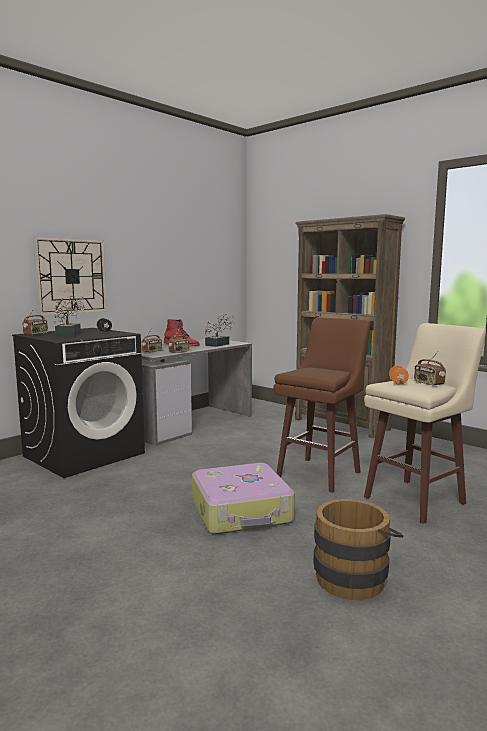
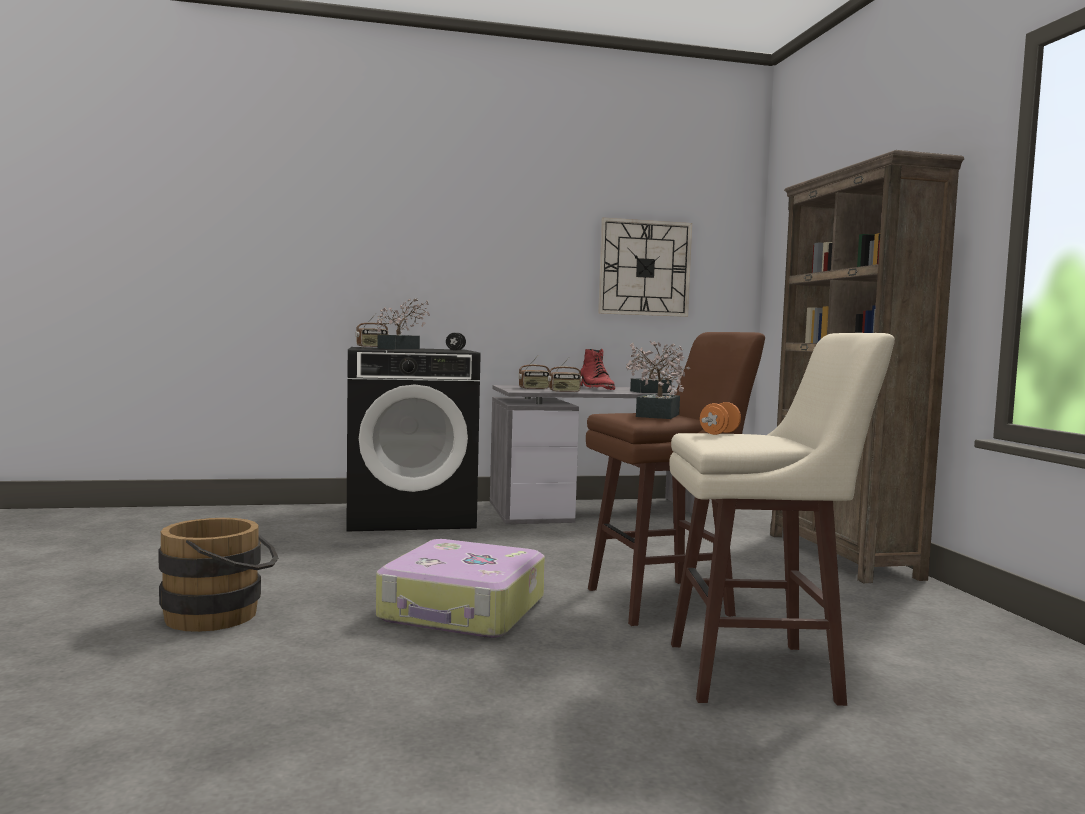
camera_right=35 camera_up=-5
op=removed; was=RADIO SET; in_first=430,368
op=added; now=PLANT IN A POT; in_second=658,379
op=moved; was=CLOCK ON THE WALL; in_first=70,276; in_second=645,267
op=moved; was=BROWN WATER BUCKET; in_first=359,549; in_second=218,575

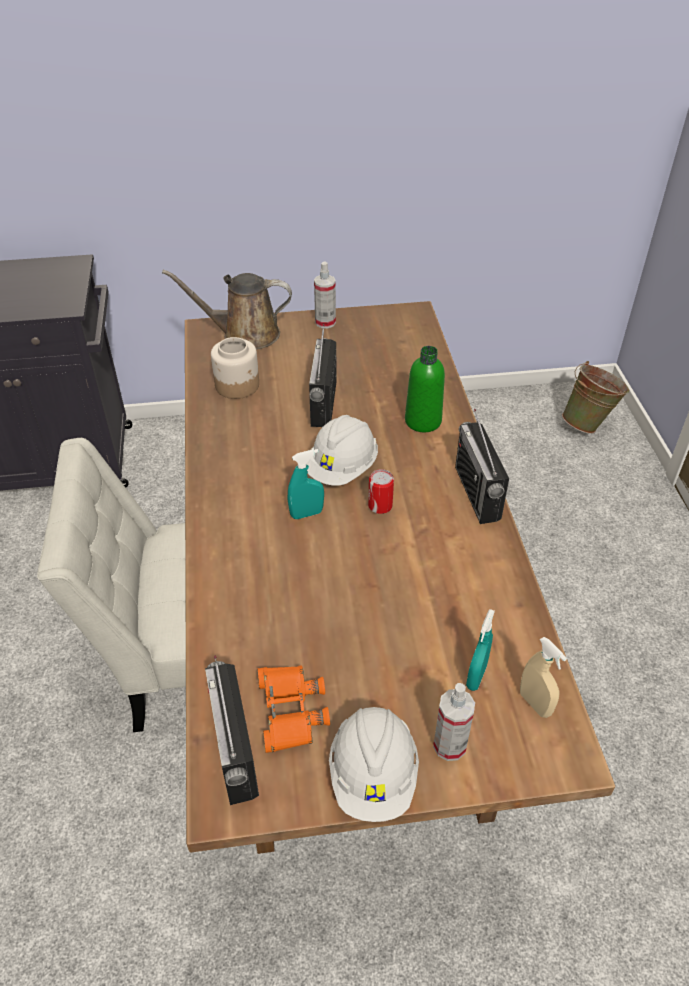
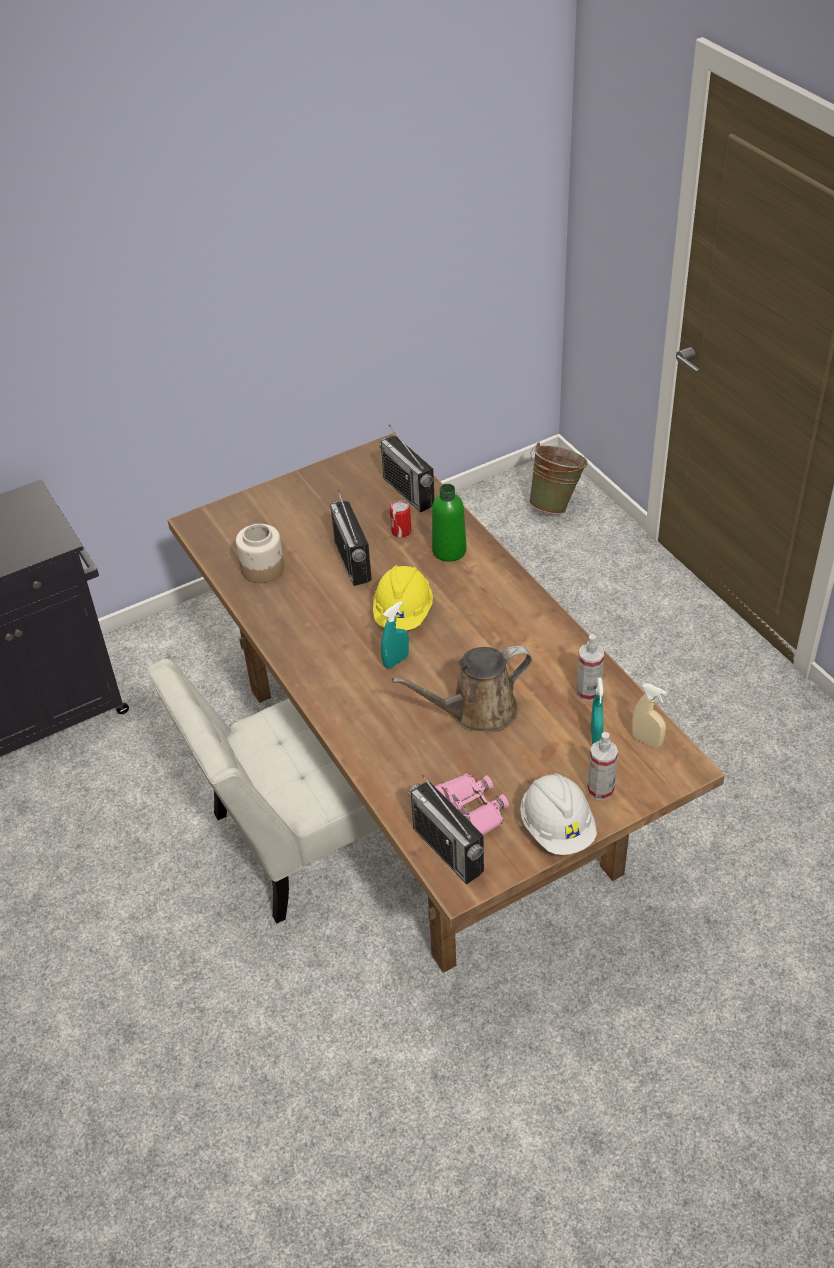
camera_right=-20 camera_up=0
op=moved; was=BROWN WATERING CAN; in_first=227,310; in_second=462,689
op=moved; was=HAND SPRAYER; in_first=325,295; in_second=590,668
op=moved; was=CAN; in_first=381,491; in_second=400,519
op=moved; was=RADIO SET; in_first=482,466; in_second=407,468
op=recoloured; was=ORANGE PAIR OF BINOCULARS; now=PINKISH PAIR OF BINOCULARS; in_first=293,709; in_second=472,804
op=recoloured; was=WHITE HARD HAT; now=YELLOWISH HARD HAT; in_first=342,450; in_second=403,597

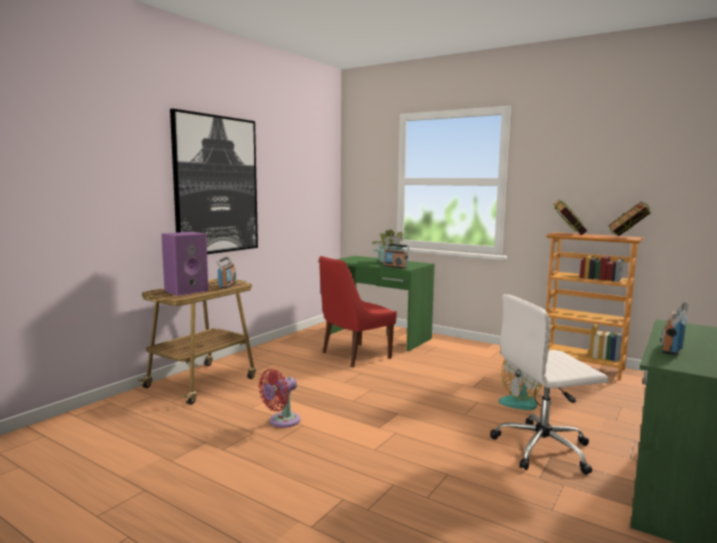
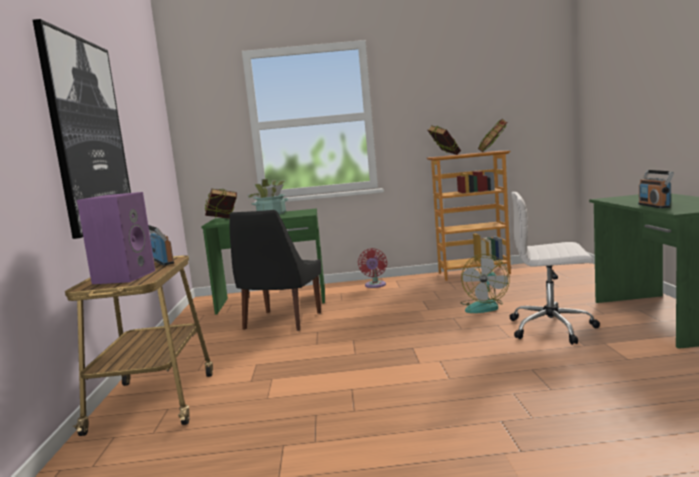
camera_right=-35 camera_up=0
op=removed; was=RADIO SET; in_first=397,256
op=added; now=VOLUME; in_second=221,204
op=moved; was=REDDISH FAN; in_first=279,398; in_second=372,268
op=recoloured; was=REDDISH UPRIGHT CHAIR; now=BLACKISH UPRIGHT CHAIR; in_first=358,312; in_second=275,270
op=turned; was=WHITE OFFICE CHAIR; in_first=549,384; in_second=555,268; clockwise=60

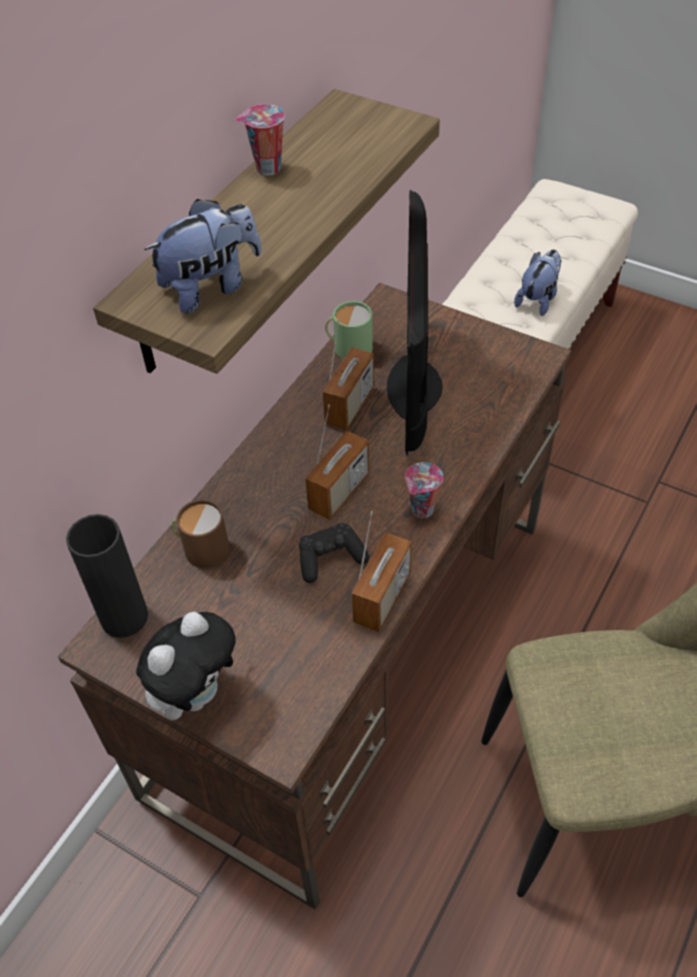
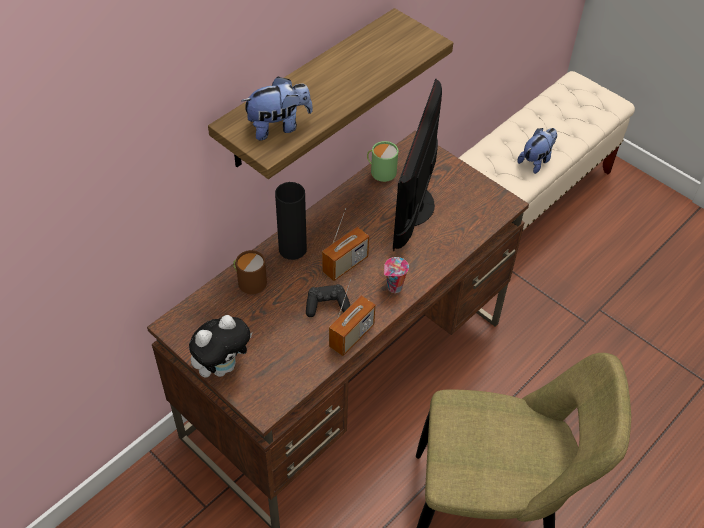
camera_right=10 camera_up=0
op=removed; was=SMALL CUP; in_first=260,139
op=removed; was=RADIO SET; in_first=348,374
op=moved; was=BLACKISH DECORATIVE VASE; in_first=107,576; in_second=291,221

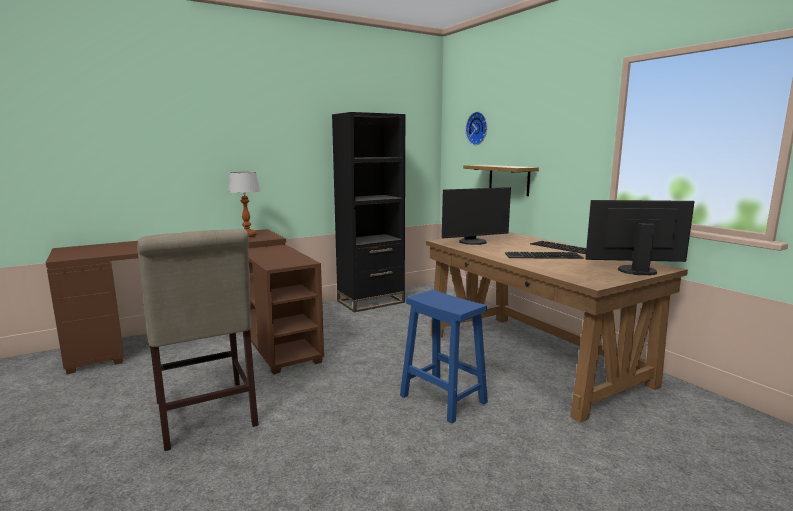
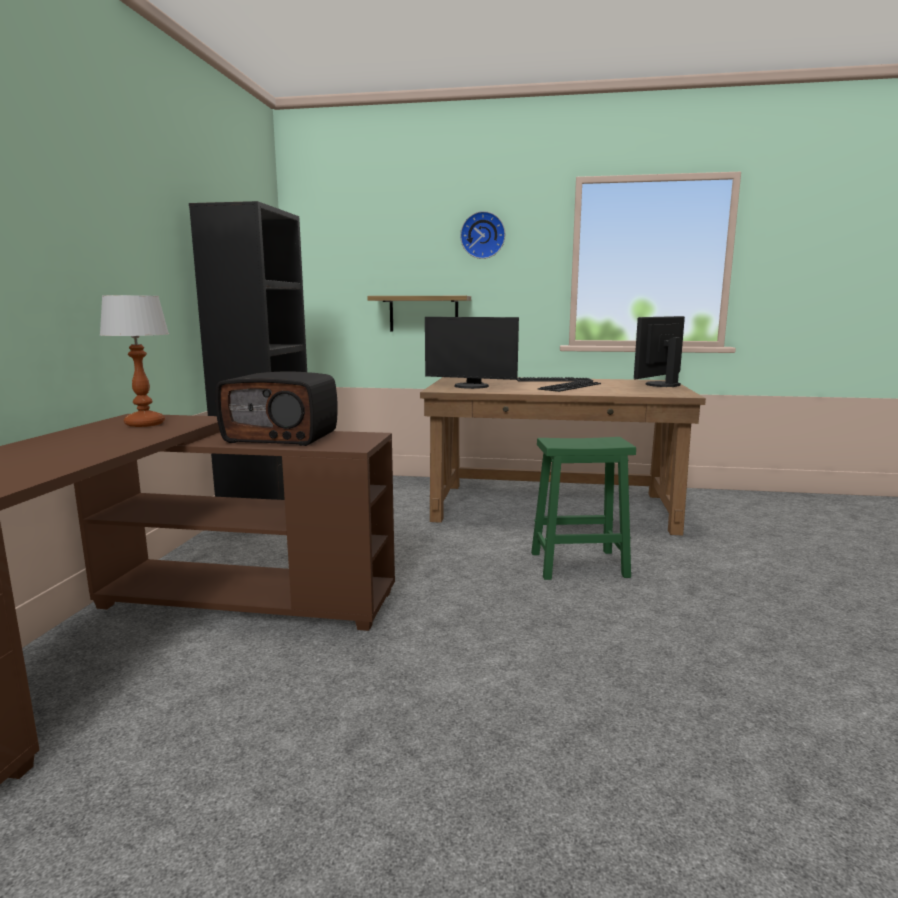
camera_right=-50 camera_up=0
op=removed; was=SAND-COLOURED UPRIGHT CHAIR; in_first=197,340
op=added; now=RADIO SET; in_second=276,408
op=moved; was=CLOCK ON THE WALL; in_first=476,128; in_second=482,235
op=recoloured; was=BLUE SITTING STOOL; now=GREEN-COLOURED SITTING STOOL; in_first=444,357; in_second=583,508
op=turned; was=COMPUTER DISPLAY; in_first=476,216; in_second=472,353; clockwise=90

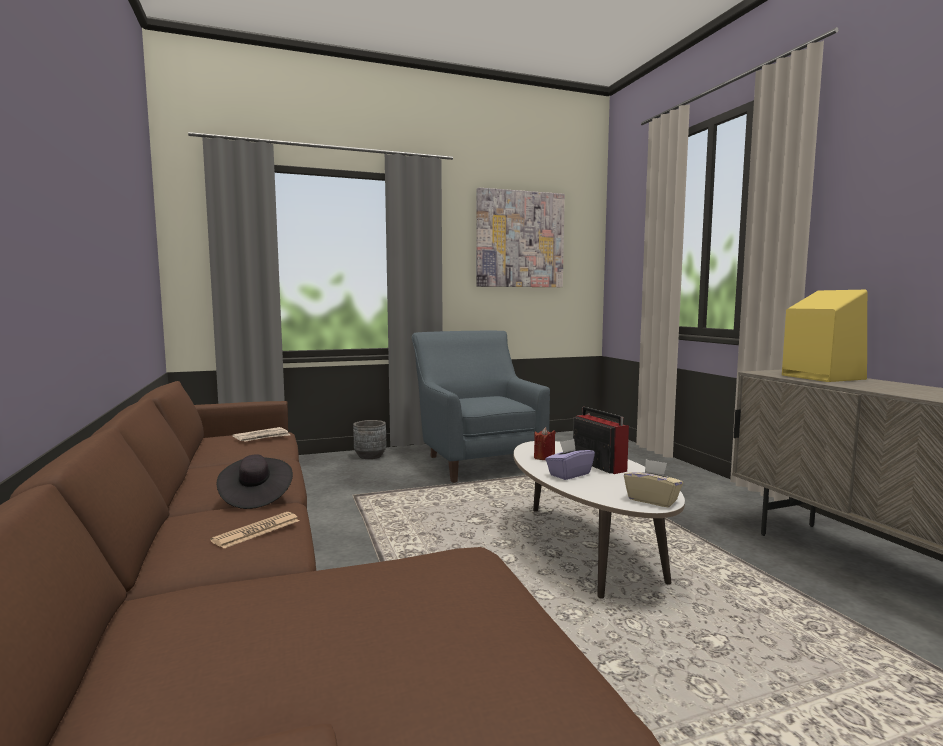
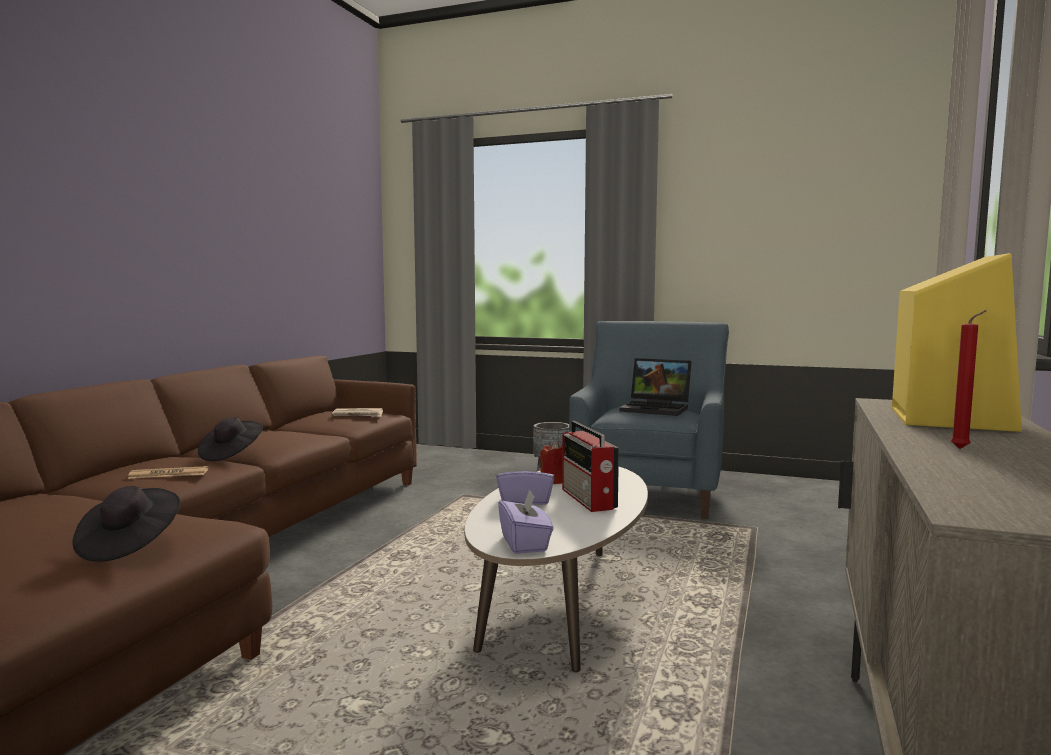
camera_right=40 camera_up=0
op=removed; was=WALL PICTURE; in_first=520,237
op=added; now=BLACKISH HAT; in_second=126,524
op=added; now=LAPTOP; in_second=655,387
op=added; now=REDDISH WAX LIGHT; in_second=968,379
op=recoloured; was=SAND-COLOURED BOX OF TISSUES; now=PURPLISH BOX OF TISSUES; in_first=653,483; in_second=526,521
op=turned; was=RADIO SET; in_first=601,440; in_second=590,466; clockwise=150

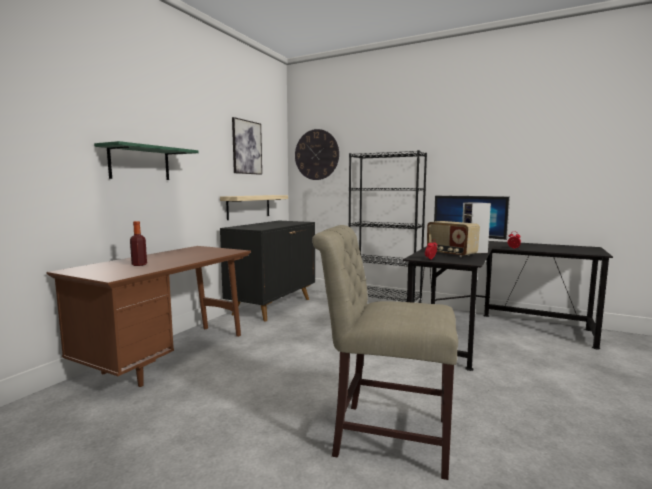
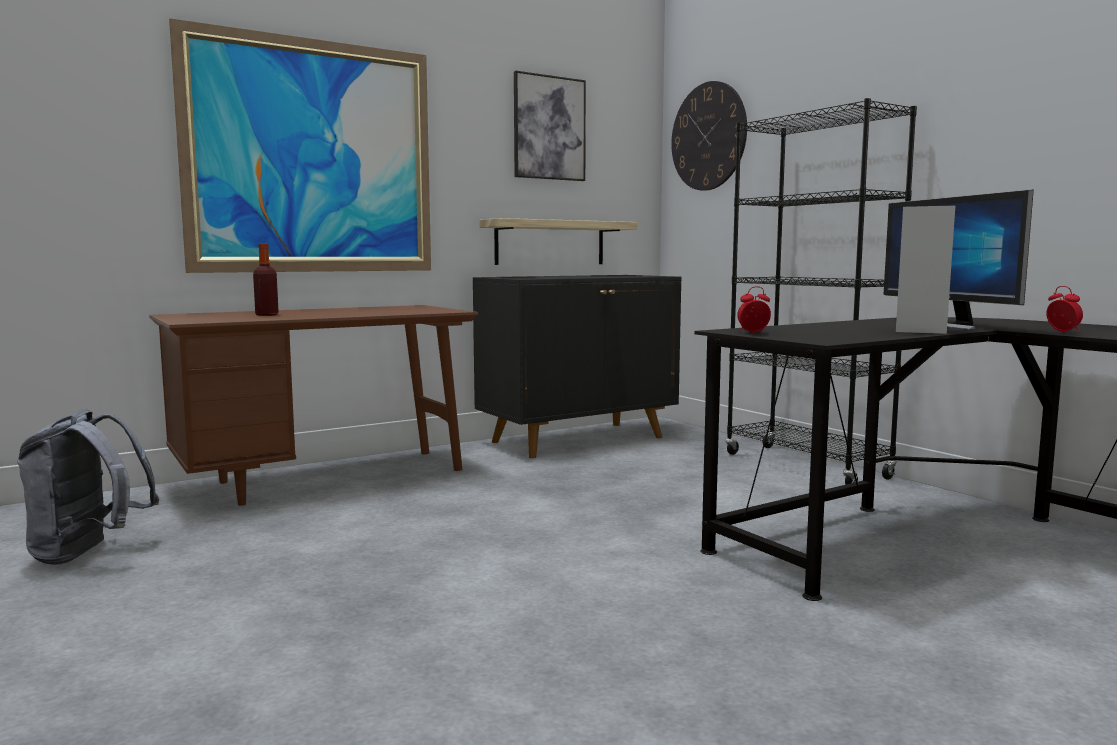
camera_right=30 camera_up=0
op=removed; was=SAND-COLOURED UPRIGHT CHAIR; in_first=385,352
op=removed; was=RADIO SET; in_first=453,239
op=added; now=GREY KNAPSACK; in_second=88,487
op=replaced; was=GREEN-COLOURED WALL SHELF; now=WALL PICTURE; in_first=146,160; in_second=300,145

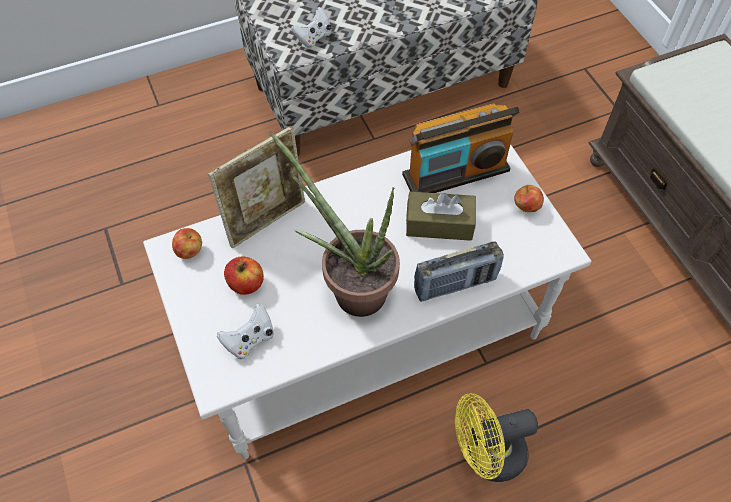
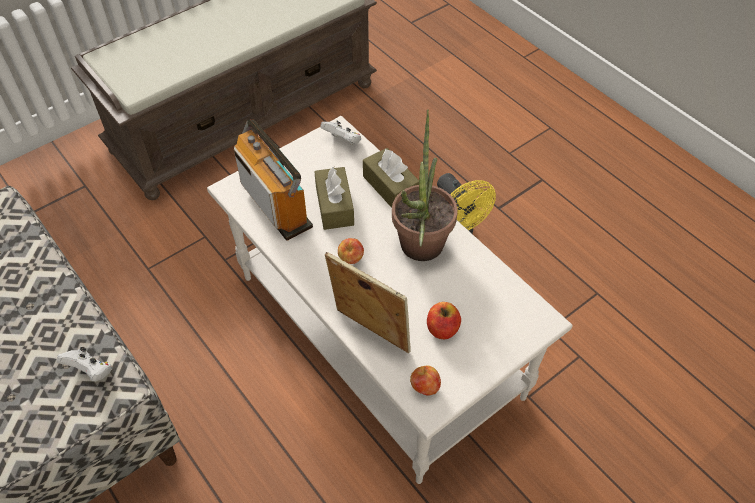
camera_right=-105 camera_up=-5
op=moved; was=WHITE JOYPAD; in_first=245,331; in_second=340,133
op=moved; was=APPLE FRUIT; in_first=529,198; in_second=351,251
op=replaced; was=RADIO SET; now=BROWN BOX OF TISSUES; in_first=459,271; in_second=391,178

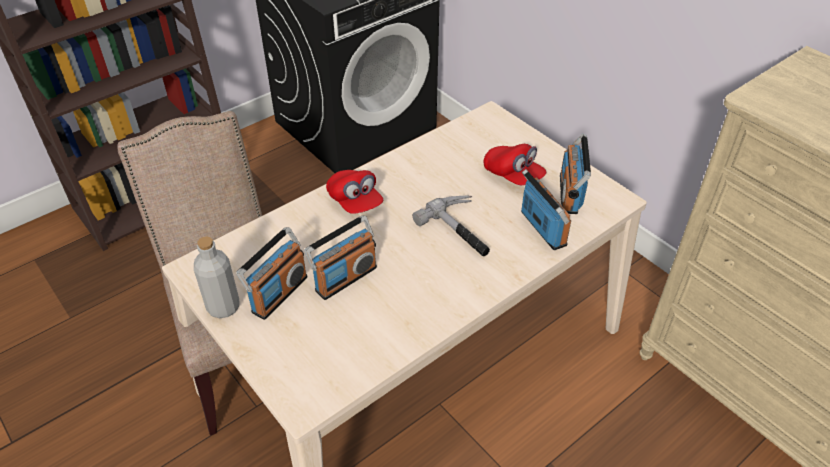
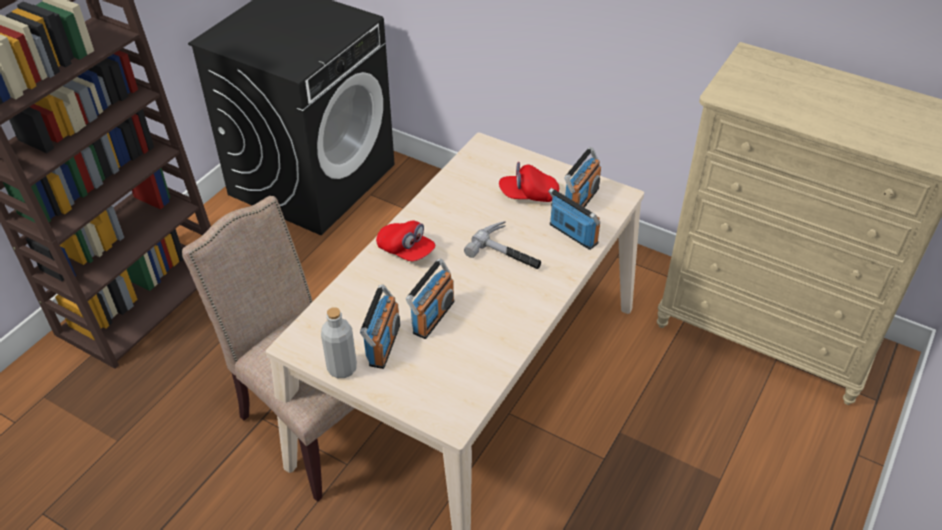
camera_right=-20 camera_up=0
op=turned; was=REDDISH BASEBALL CAP; in_first=514,164; in_second=529,182; clockwise=150
op=turned; was=RADIO SET; in_first=575,173; in_second=582,177; clockwise=-135

